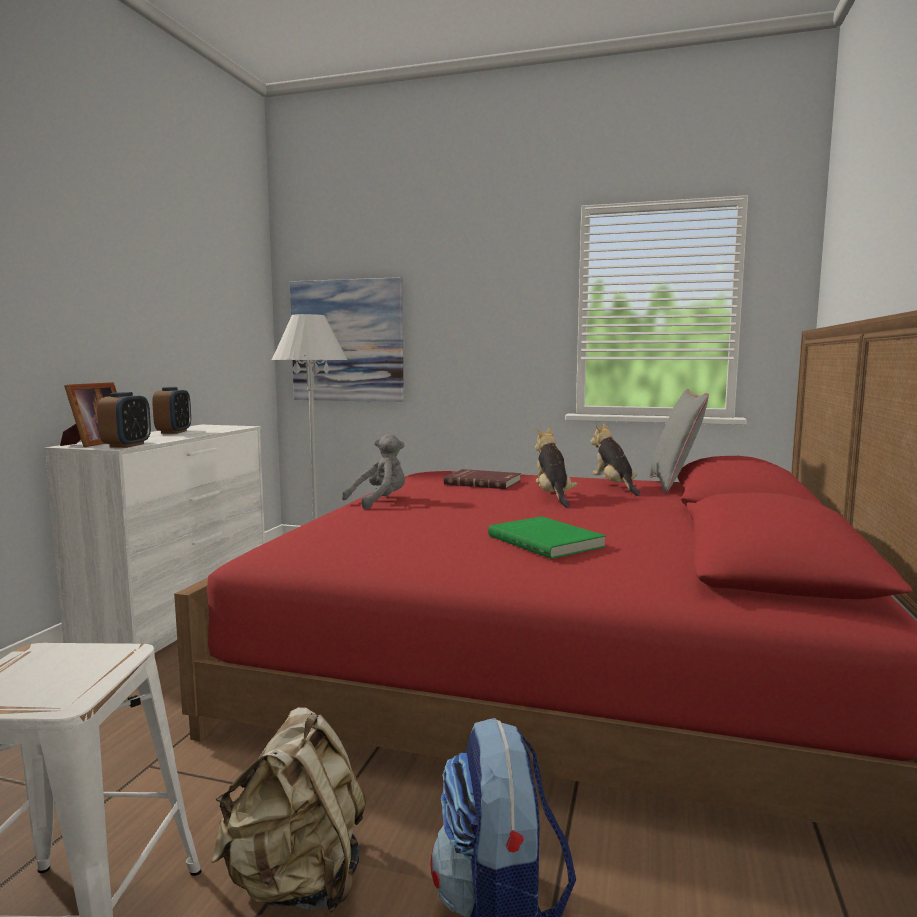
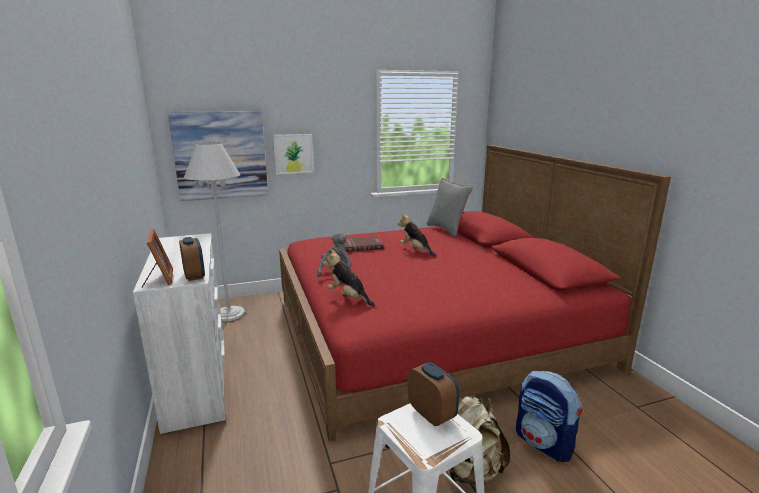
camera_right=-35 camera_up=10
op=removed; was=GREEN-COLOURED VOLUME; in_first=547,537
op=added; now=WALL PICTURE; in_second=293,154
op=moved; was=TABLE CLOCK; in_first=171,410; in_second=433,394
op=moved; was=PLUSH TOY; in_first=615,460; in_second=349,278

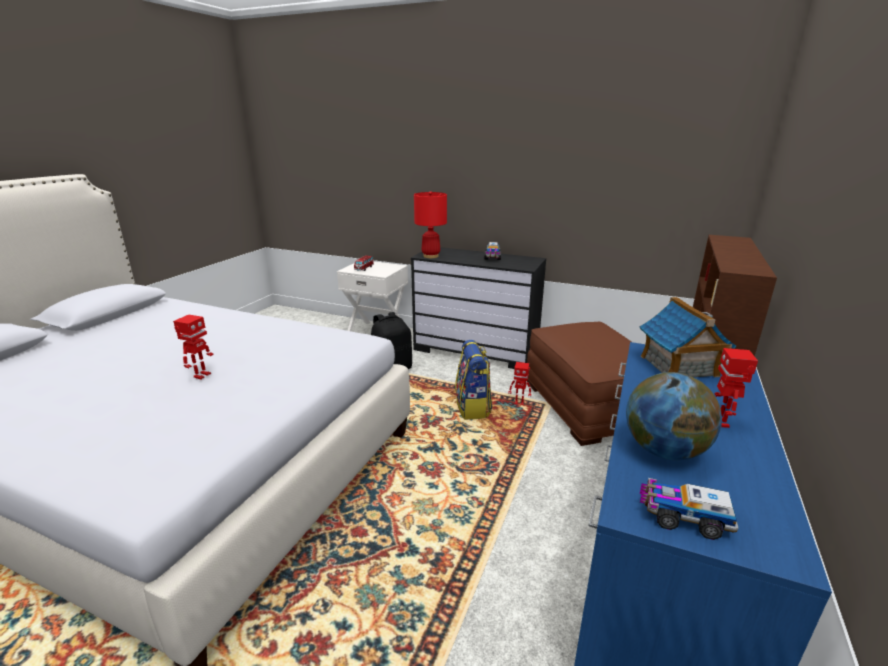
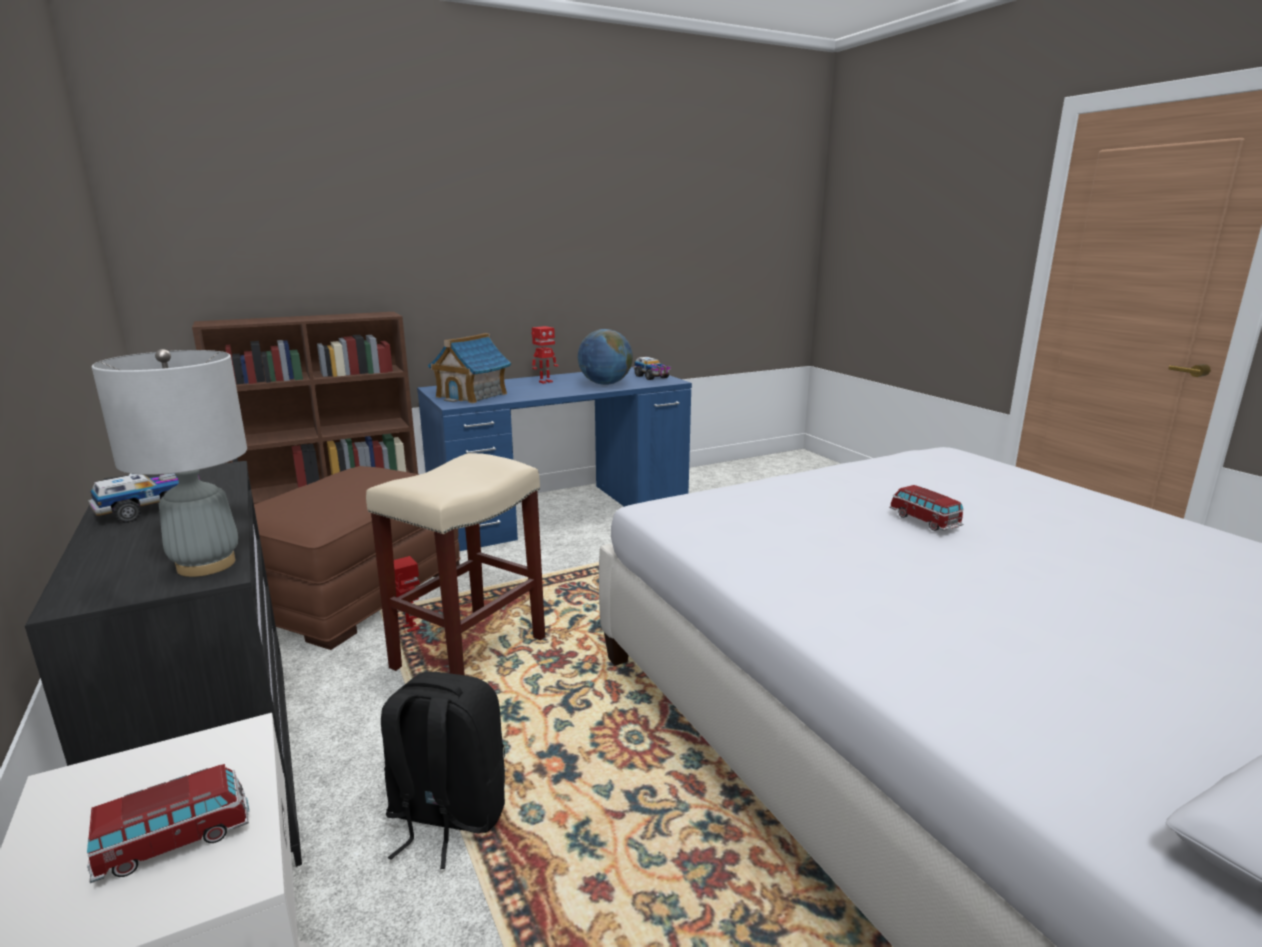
camera_right=-140 camera_up=-5
op=replaced; was=TOY ROBOT; now=MODEL CAR; in_first=193,347; in_second=926,508
op=replaced; was=KNAPSACK; now=SAND-COLOURED SITTING STOOL; in_first=473,380; in_second=455,564
op=recoloured; was=REDDISH LAMP FOR A TABLE; now=GREY LAMP FOR A TABLE; in_first=430,224; in_second=169,463

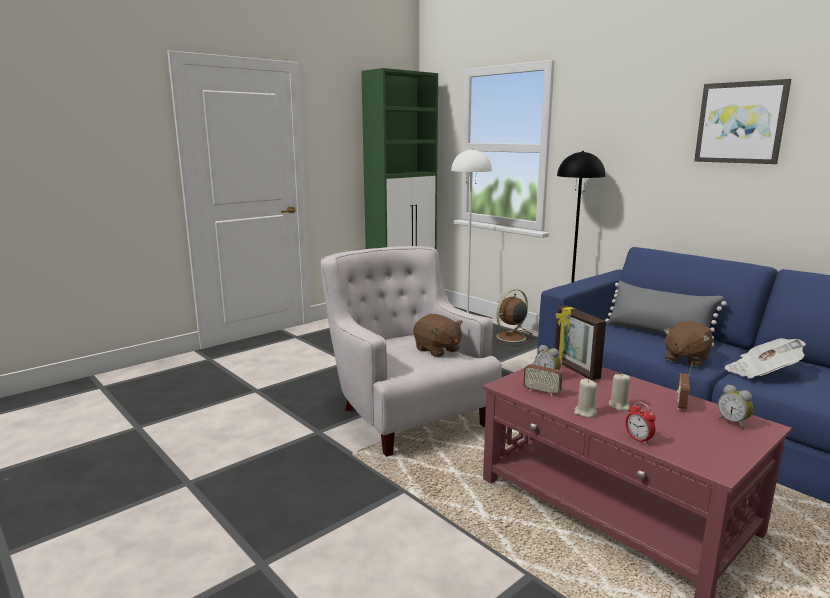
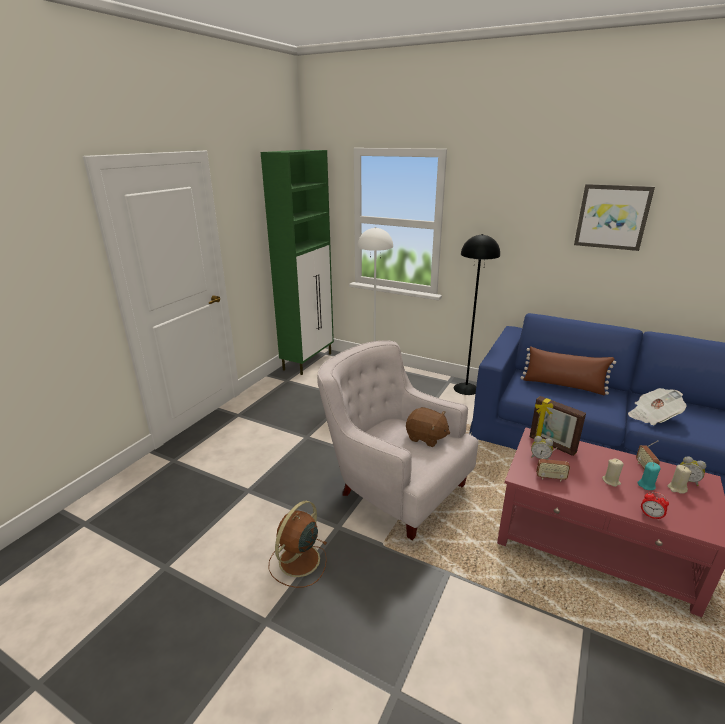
camera_right=-20 camera_up=10
op=removed; was=BROWN PLUSH TOY; in_first=688,344
op=added; now=TURQUOISE WAX LIGHT; in_second=649,476
op=moved; was=BROWN FAN; in_first=512,317; in_second=297,544
op=moved; was=SAND-COLOURED WAX LIGHT; in_first=585,398; in_second=680,479
op=recoloured; was=GREY PILLOW; now=BROWN PILLOW; in_first=666,314; in_second=568,370

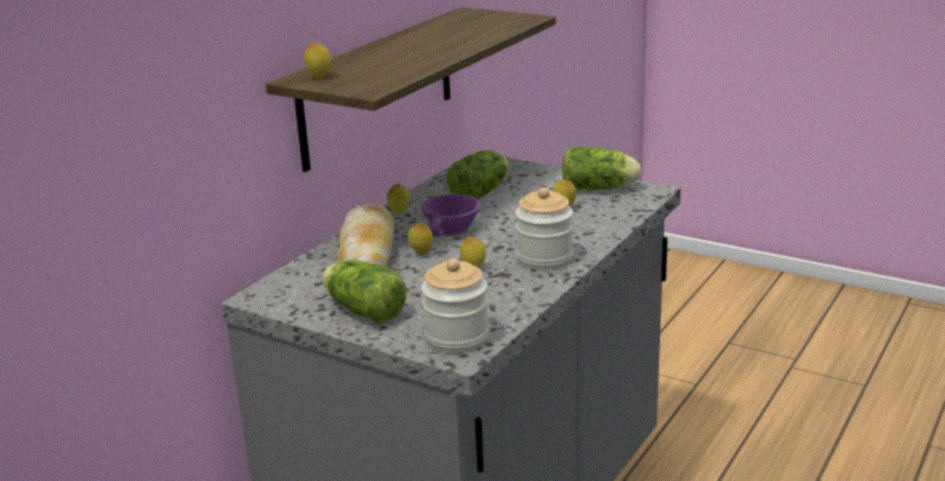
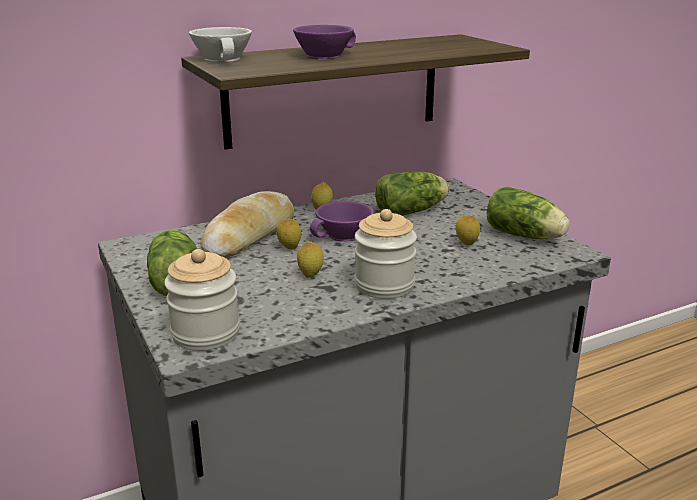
camera_right=30 camera_up=0
op=added; now=PURPLISH SMALL CUP; in_second=324,42
op=replaced; was=CITRUS FRUIT; now=WHITE SMALL CUP; in_first=317,60; in_second=220,44

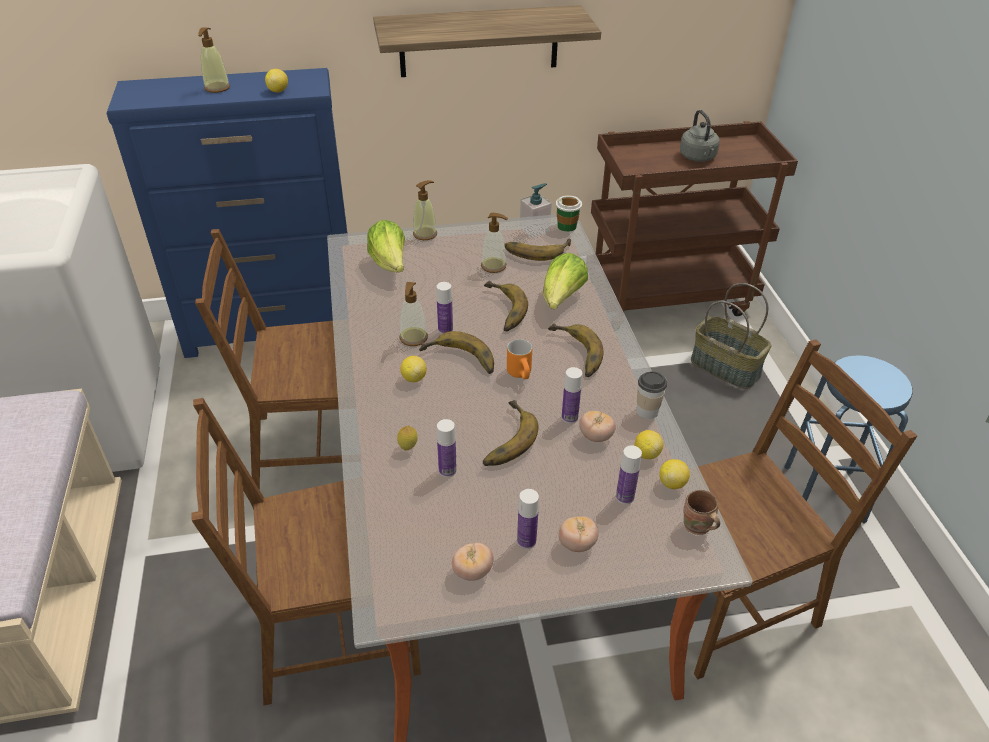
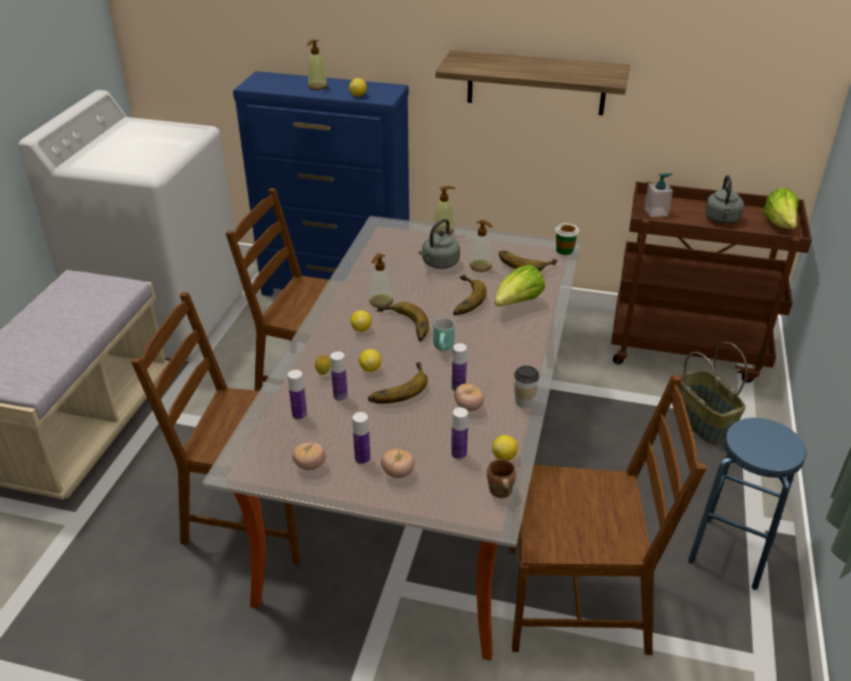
camera_right=25 camera_up=-5
op=removed; was=BANANA; in_first=575,350
op=added; now=GREY TEA KETTLE; in_second=439,244
op=moved; was=LETTUCE HEAD; in_first=386,246; in_second=781,208
op=moved; was=BEVERAGE BOTTLE; in_first=445,308; in_second=297,395
op=moved; was=SOAP DISPENSER; in_first=536,210; in_second=658,195
op=moved; was=CITRUS FRUIT; in_first=648,444; in_second=370,360
op=recoloured; was=ORANGE MUG; now=TURQUOISE MUG; in_first=519,359; in_second=444,334

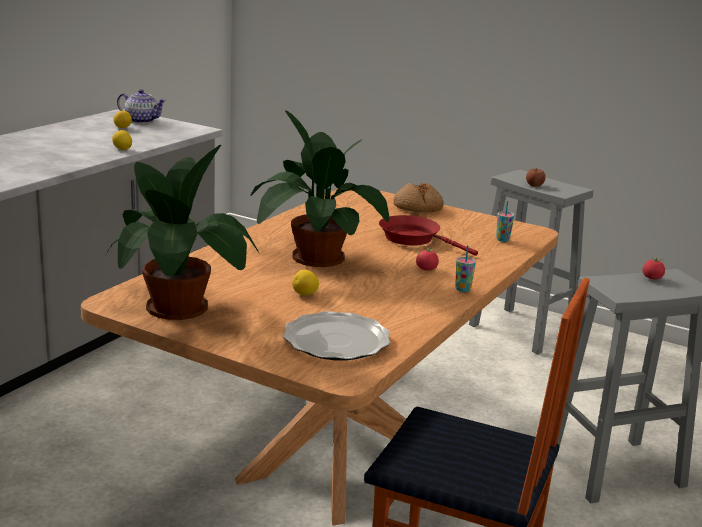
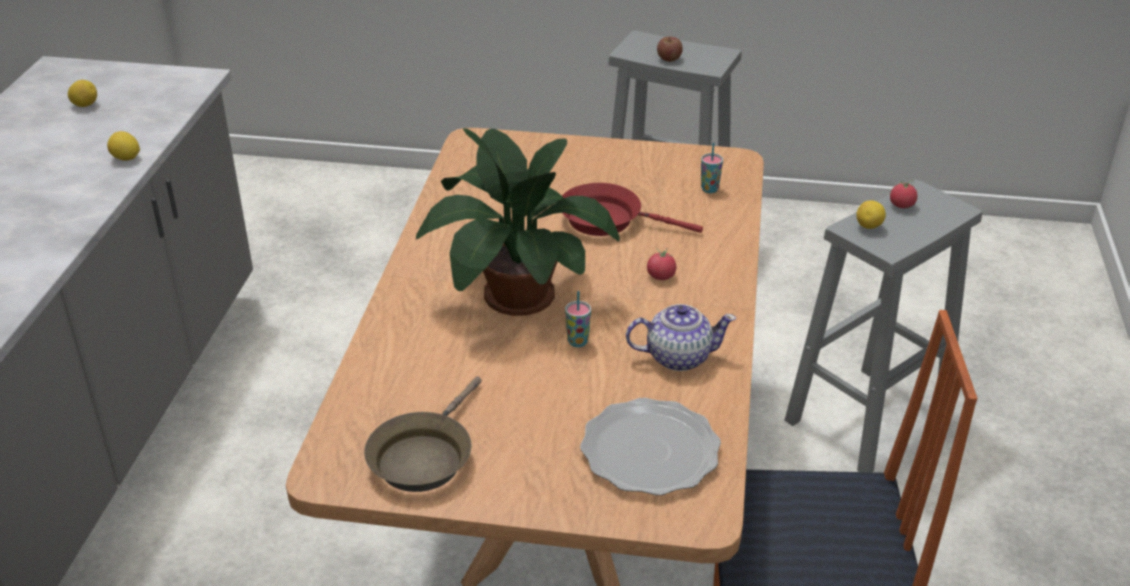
camera_right=-20 camera_up=15
op=removed; was=BREAD; in_first=418,197
op=moved; was=TEA POT; in_first=141,106; in_second=681,337
op=moved; was=CITRUS FRUIT; in_first=305,282; in_second=871,214
op=moved; was=SMALL CUP; in_first=465,268; in_second=578,319
op=replaced; was=PLANT IN A POT; now=BROWN PAN; in_first=182,232; in_second=423,434

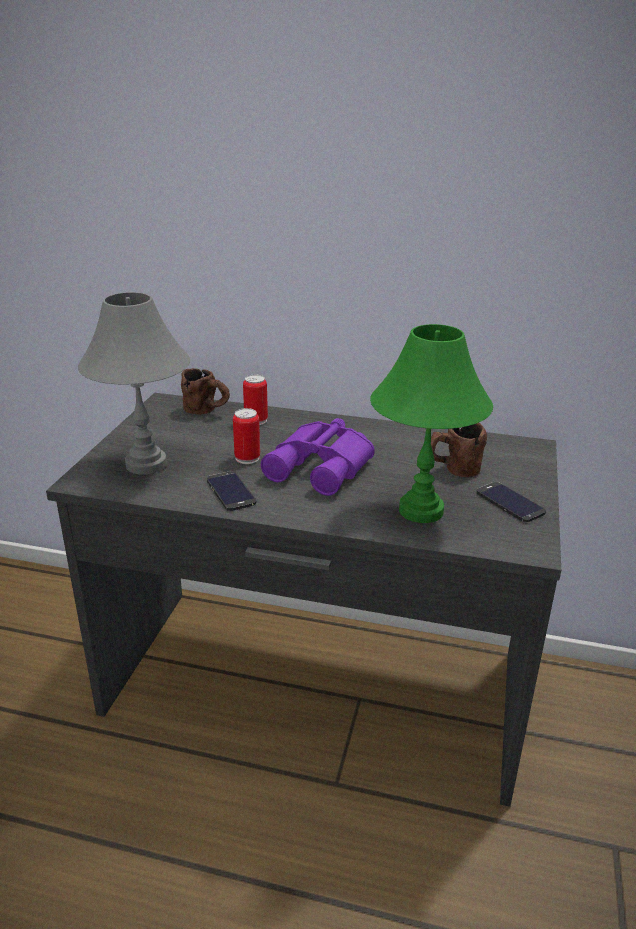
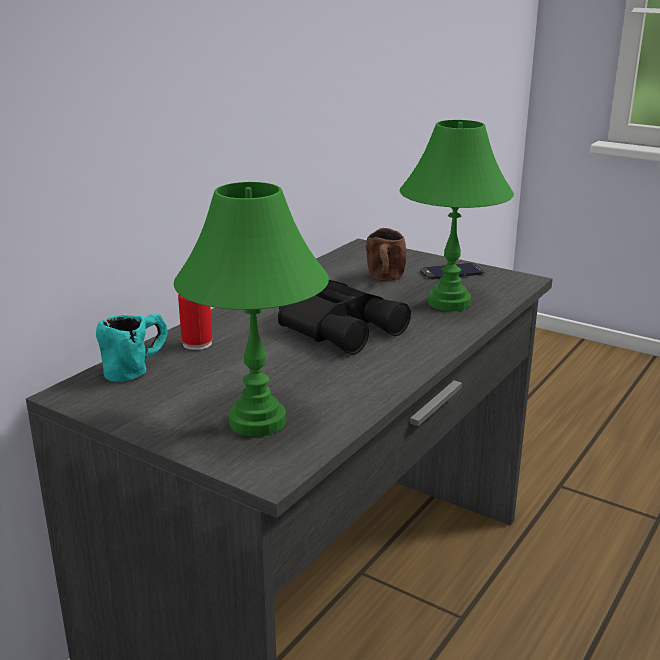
camera_right=-70 camera_up=-5
op=removed; was=HANDSET; in_first=231,491
op=removed; was=CAN; in_first=246,436
op=recoloured; was=GREY LAMP FOR A TABLE; now=GREEN-COLOURED LAMP FOR A TABLE; in_first=134,383; in_second=251,309
op=recoloured; was=BROWN MUG; now=TURQUOISE MUG; in_first=205,391; in_second=132,348
op=recoloured; was=PURPLISH PAIR OF BINOCULARS; now=BLACKISH PAIR OF BINOCULARS; in_first=317,457; in_second=344,317

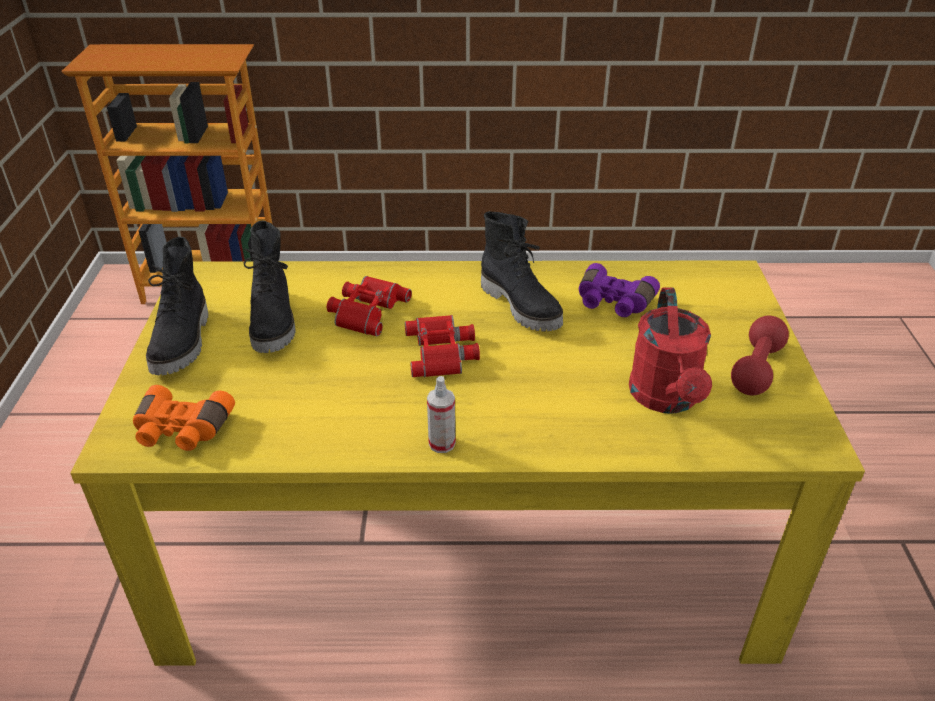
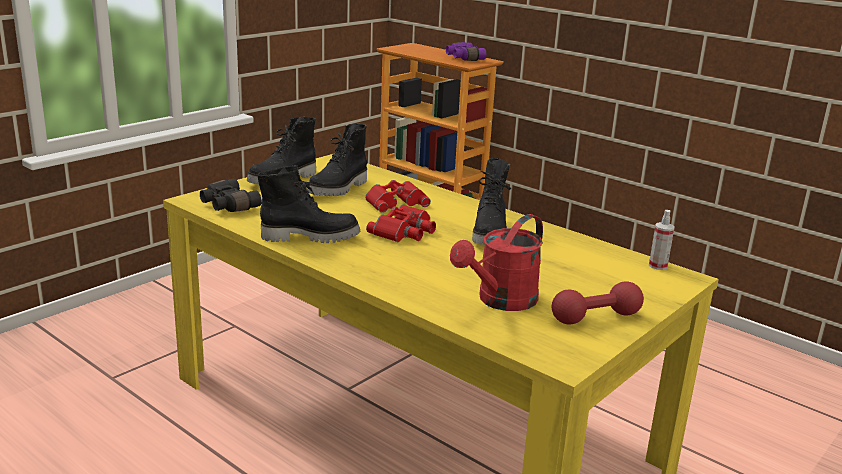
camera_right=40 camera_up=-15
op=added; now=BLACKISH TALL BOOT; in_second=309,204
op=moved; was=HAND SPRAYER; in_first=441,414; in_second=662,240
op=moved; was=PURPLISH PAIR OF BINOCULARS; in_first=619,290; in_second=466,51
op=recoloured; was=ORANGE PAIR OF BINOCULARS; now=BLACKISH PAIR OF BINOCULARS; in_first=184,418; in_second=231,195

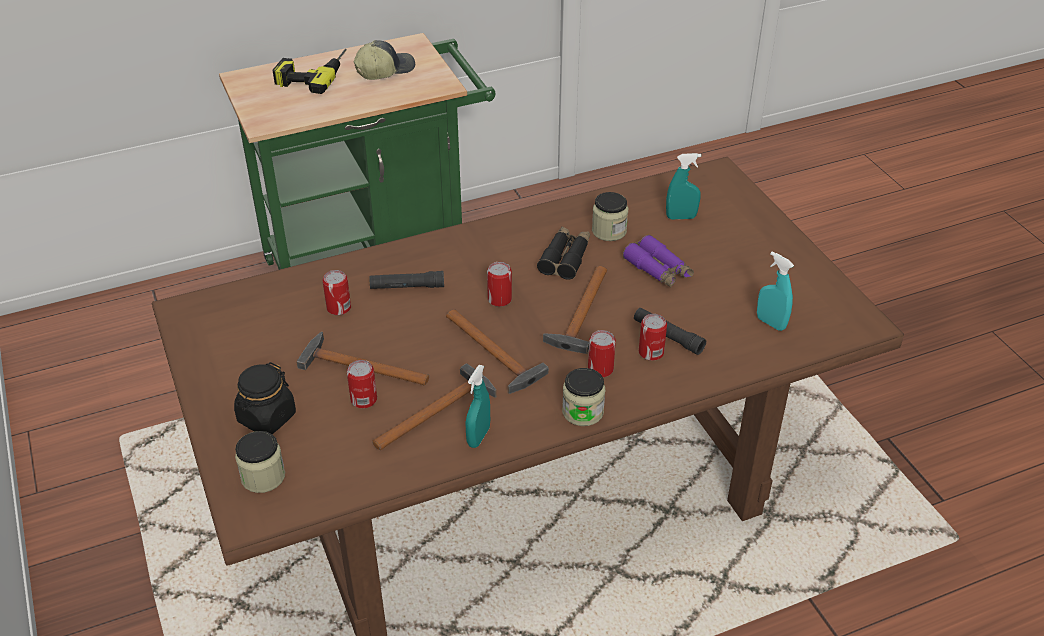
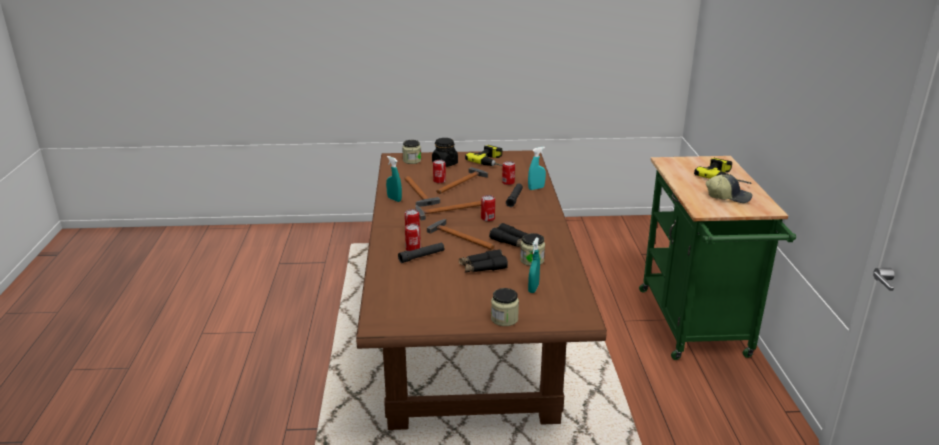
camera_right=110 camera_up=-15
op=added; now=POWER DRILL; in_second=484,155
op=moved; was=JAR; in_first=583,397; in_second=505,307
op=moved; was=TURQUOISE HAND SPRAYER; in_first=775,291; in_second=537,168
op=recoloured; was=PURPLISH PAIR OF BINOCULARS; now=BLACKISH PAIR OF BINOCULARS; in_first=658,261; in_second=483,260
op=turned; was=BASEBALL CAP; in_first=384,60; in_second=729,188; clockwise=-60

